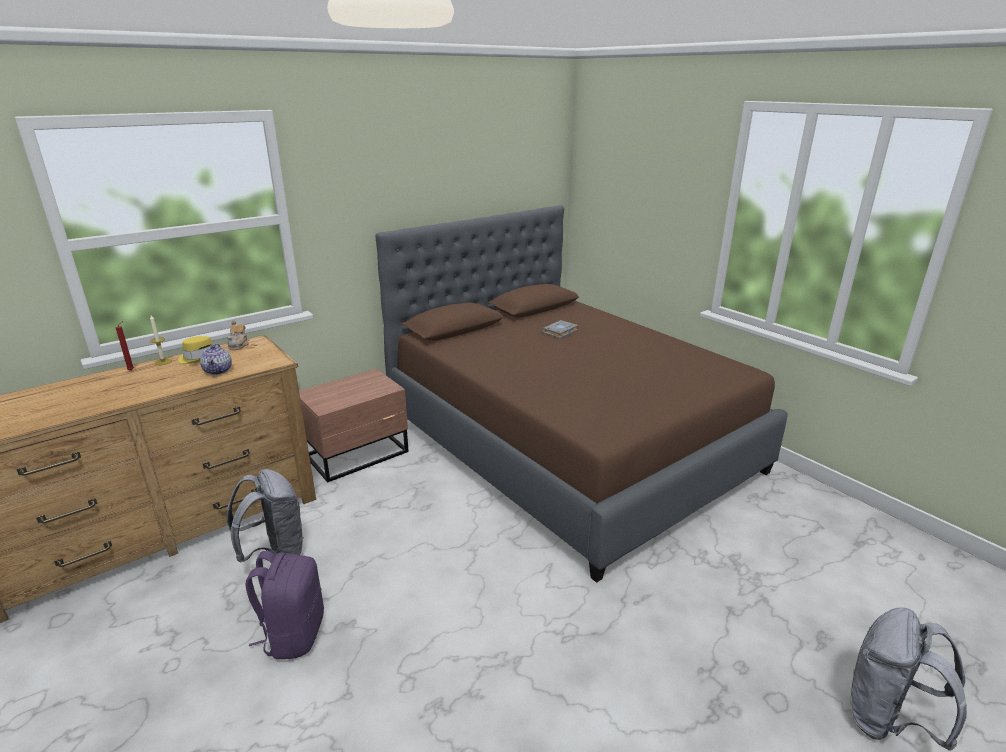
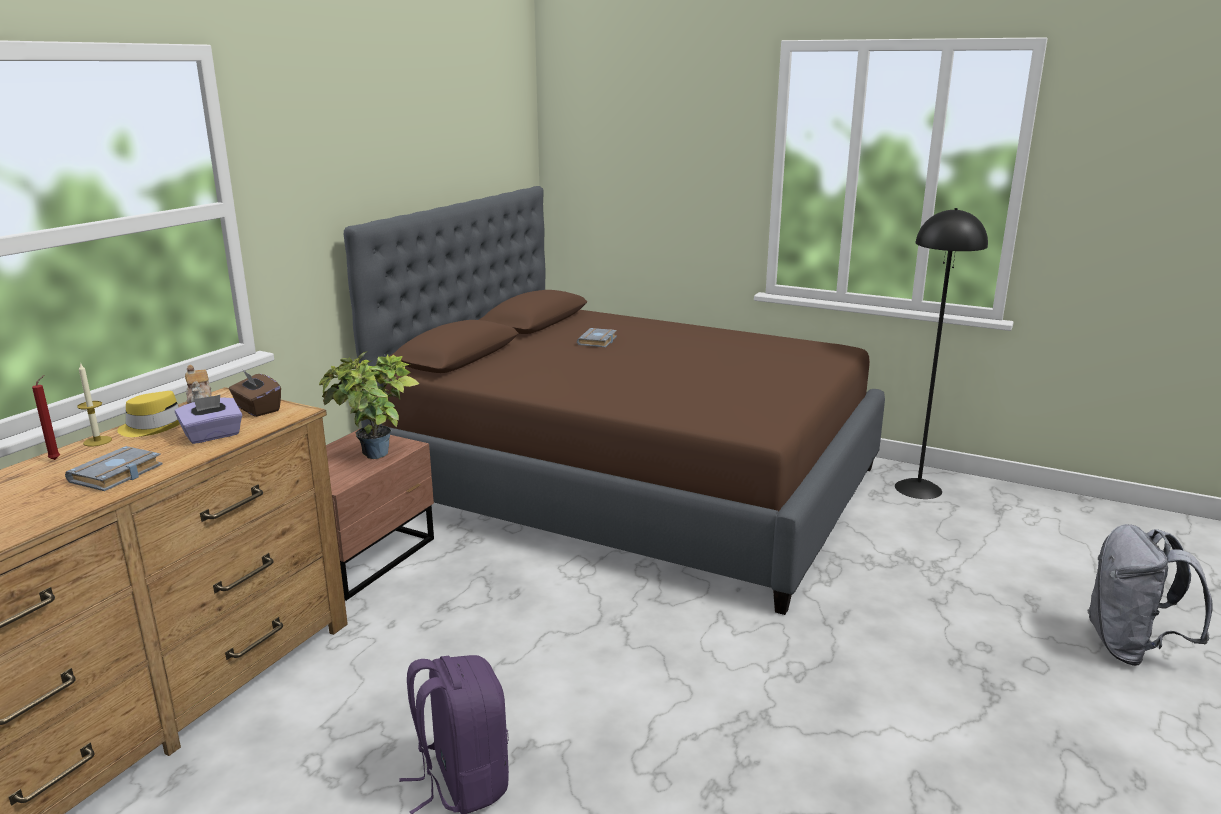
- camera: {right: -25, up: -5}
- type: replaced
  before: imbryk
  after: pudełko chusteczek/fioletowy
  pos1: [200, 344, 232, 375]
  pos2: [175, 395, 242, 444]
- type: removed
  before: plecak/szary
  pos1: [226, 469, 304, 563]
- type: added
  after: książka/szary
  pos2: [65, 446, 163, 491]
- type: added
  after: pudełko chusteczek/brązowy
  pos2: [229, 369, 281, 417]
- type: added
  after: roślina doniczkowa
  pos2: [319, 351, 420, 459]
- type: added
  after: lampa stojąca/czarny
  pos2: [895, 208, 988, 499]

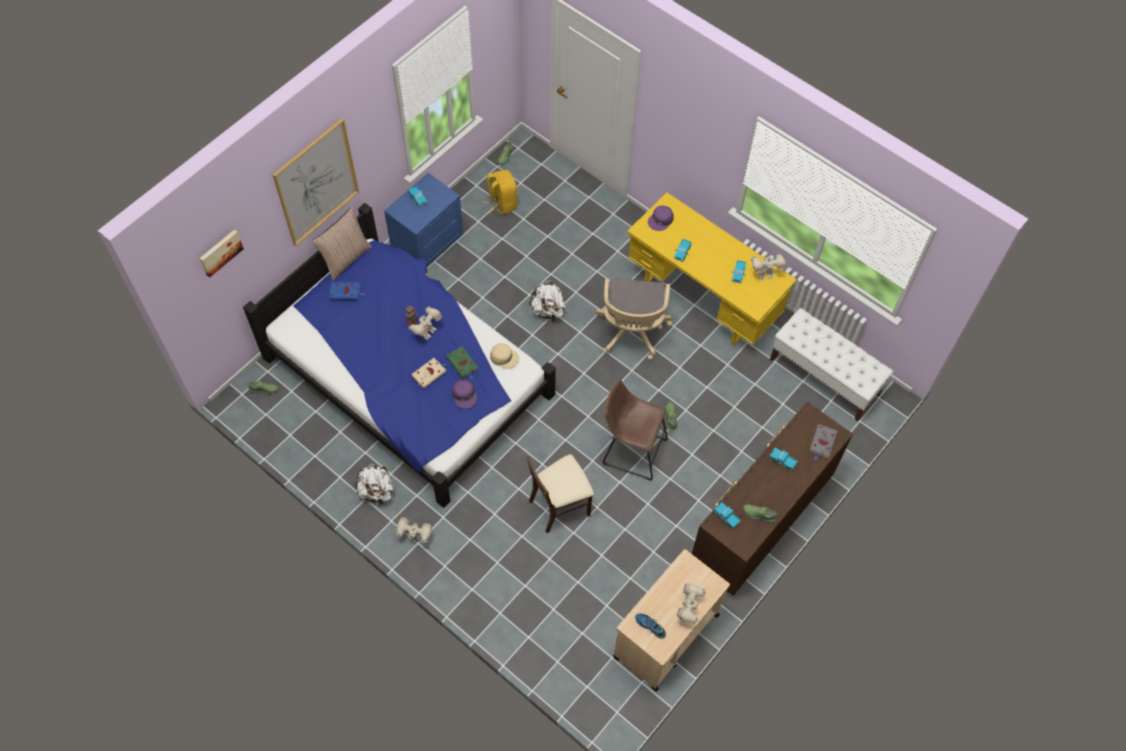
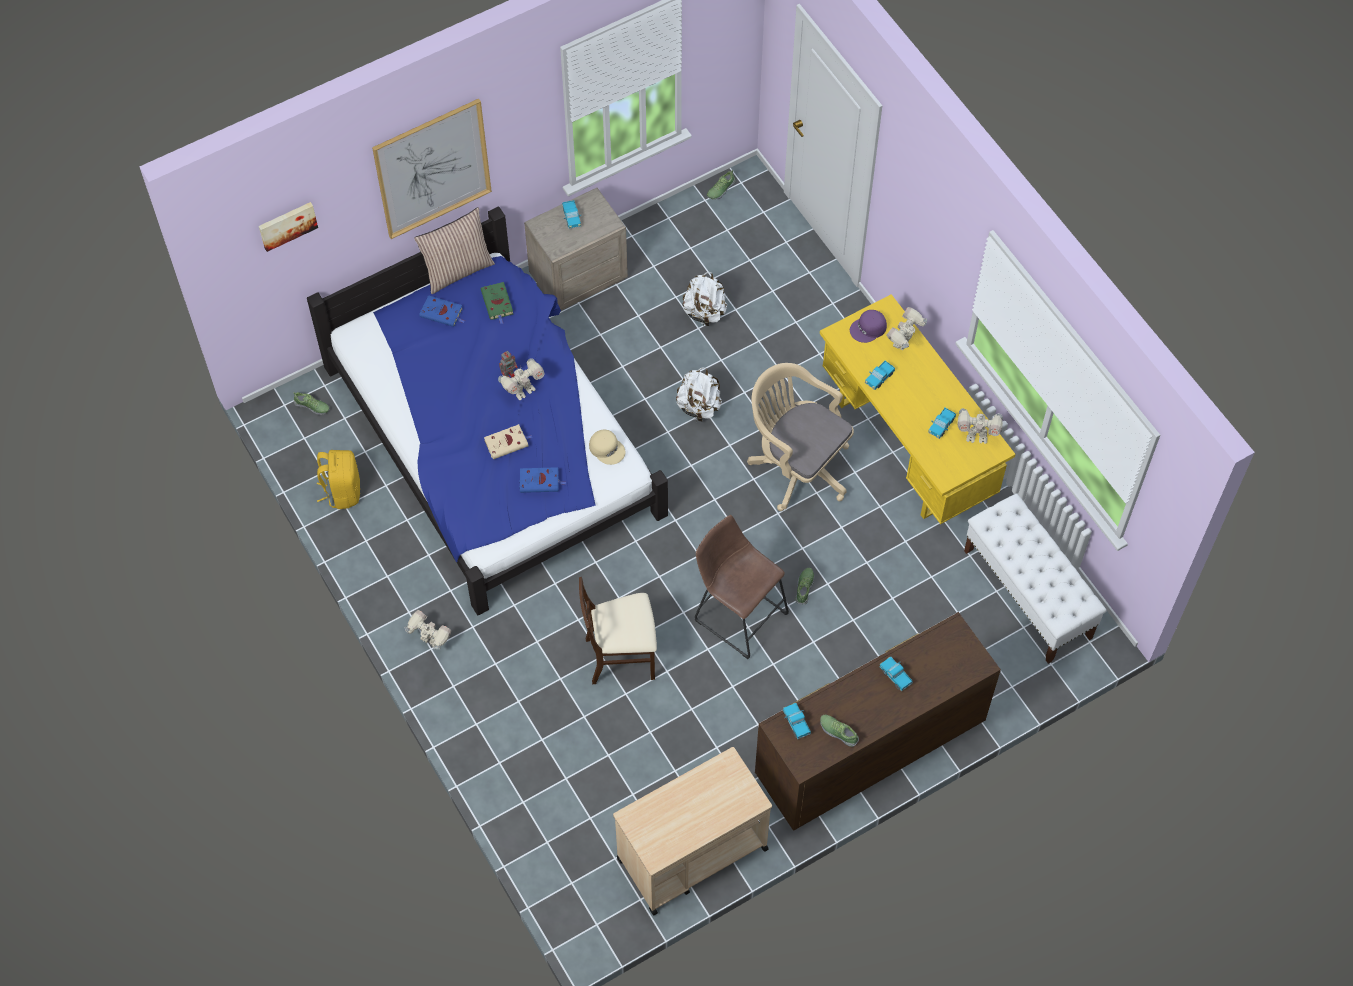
- camera: {right: 20, up: 0}
- type: moved
  before: plecak/biały
  pos1: [355, 464, 394, 504]
  pos2: [683, 272, 727, 327]
- type: recoloured
  before: szafka nocna/niebieski
  after: szafka nocna/beżowy
  pos1: [384, 173, 463, 267]
  pos2: [524, 188, 628, 310]
- type: moved
  before: książka/zielony
  pos1: [446, 347, 478, 380]
  pos2: [481, 282, 513, 324]
- type: replaced
  before: czapka z daszkiem/fioletowy
  after: książka/niebieski
  pos1: [452, 379, 477, 409]
  pos2: [519, 467, 567, 493]
- type: moved
  before: plecak/żółty
  pos1: [483, 170, 517, 214]
  pos2: [317, 450, 360, 509]
- type: turned
  before: krzesło biurowe/beżowy
  pos1: [595, 278, 672, 360]
  pos2: [747, 363, 854, 511]
  turn: 105
- type: removed
  before: but
  pos1: [635, 613, 666, 639]
- type: moved
  before: robot zabawkowy
  pos1: [677, 583, 706, 624]
  pos2: [886, 307, 927, 350]
- type: removed
  before: książka/szary
  pos1: [809, 424, 837, 461]

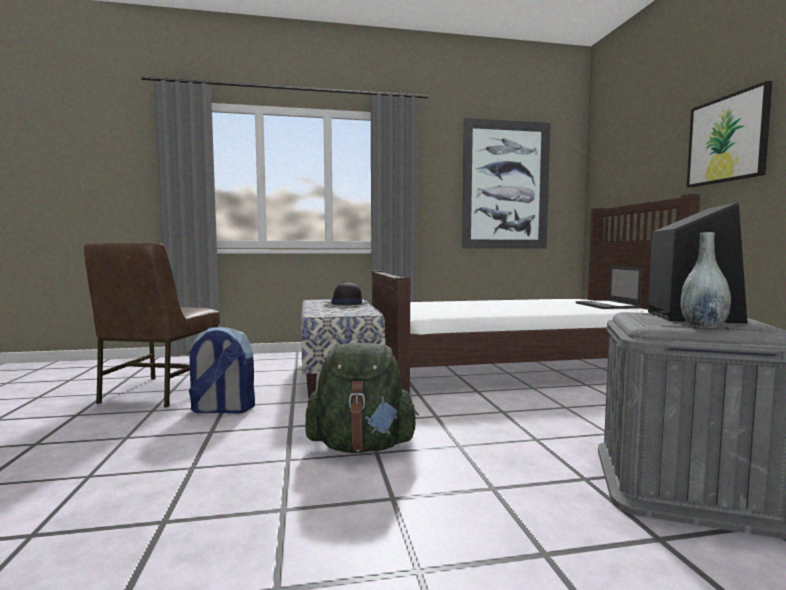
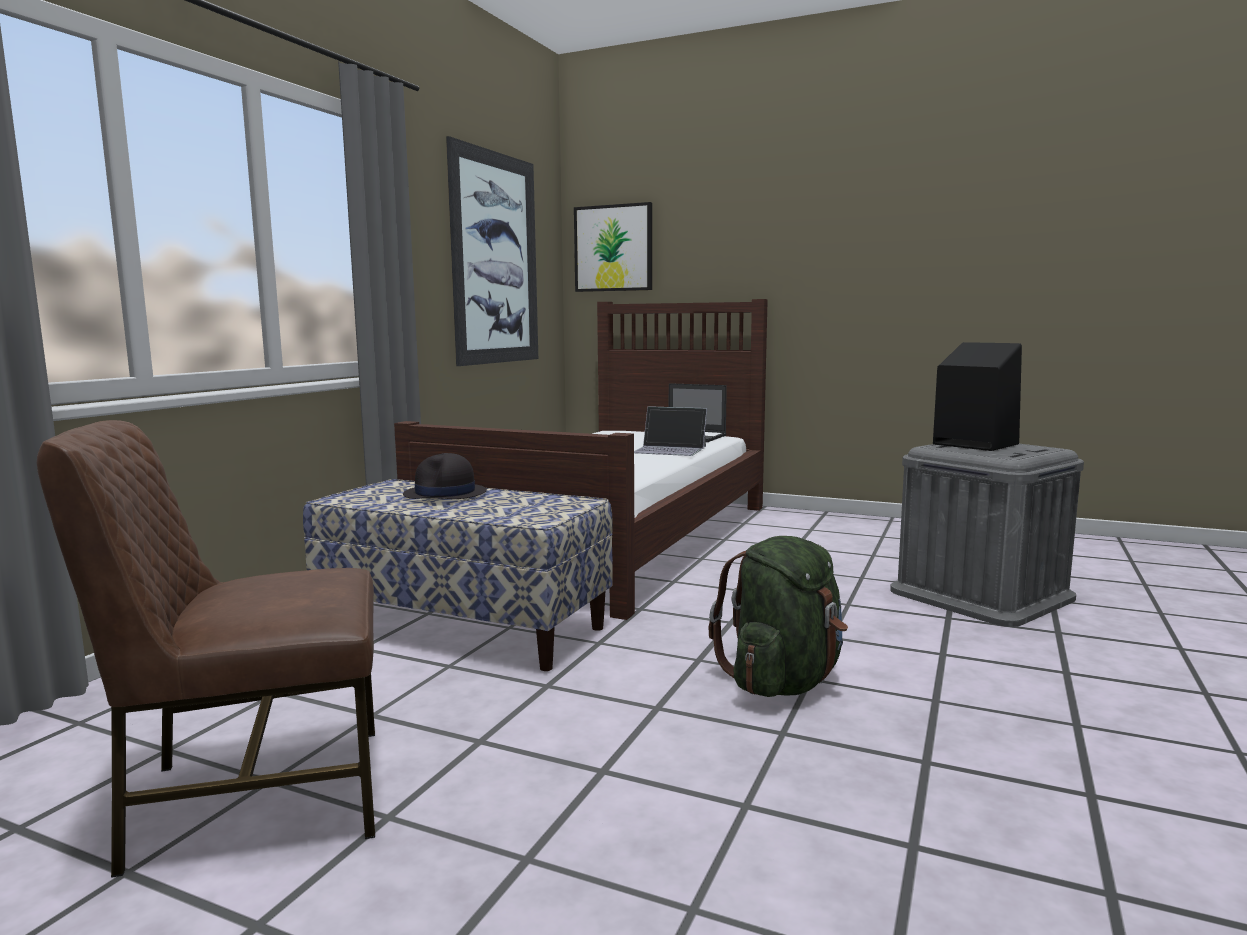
- camera: {right: -55, up: 5}
- type: turned
  before: krzesło/brązowy
  pos1: [84, 242, 220, 408]
  pos2: [37, 420, 375, 878]
  turn: 120
- type: removed
  before: plecak
  pos1: [188, 327, 255, 414]
- type: removed
  before: wazon/szary
  pos1: [681, 232, 731, 328]
- type: moved
  before: obraz
  pos1: [687, 81, 772, 187]
  pos2: [574, 202, 652, 292]
- type: added
  after: laptop
  pos2: [634, 407, 707, 456]

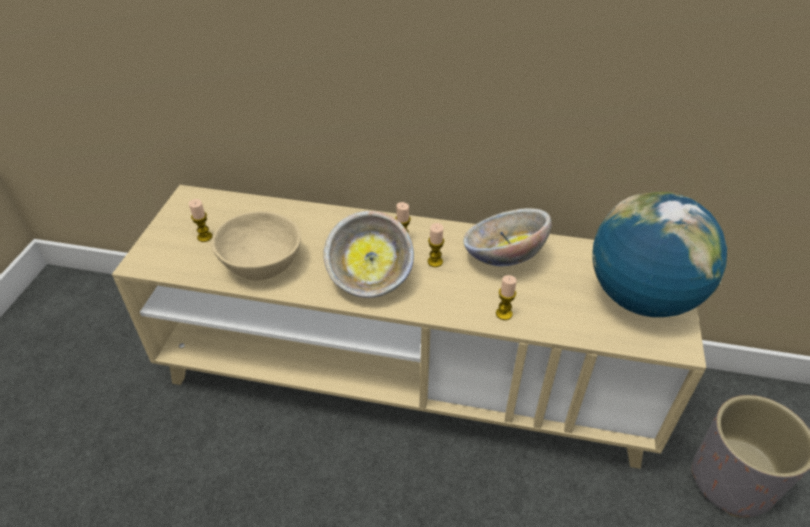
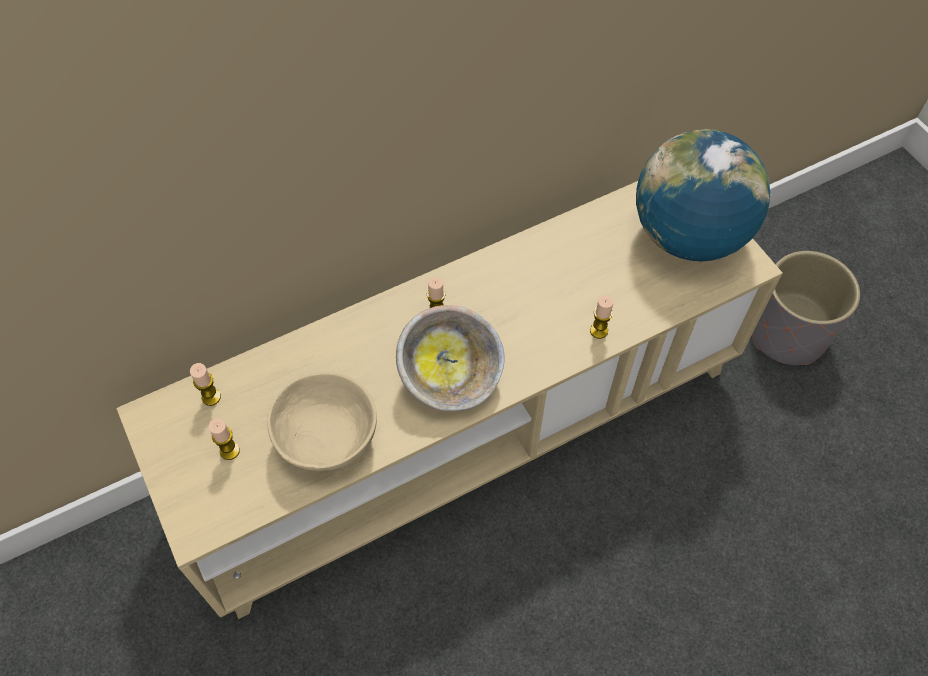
- camera: {right: -40, up: 15}
- type: moved
  before: świeca
  pos1: [428, 223, 444, 267]
  pos2: [190, 363, 221, 406]
- type: removed
  before: miska
  pos1: [464, 208, 552, 266]

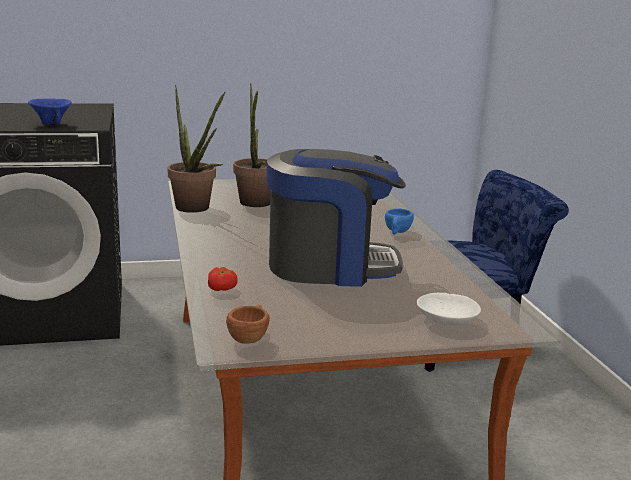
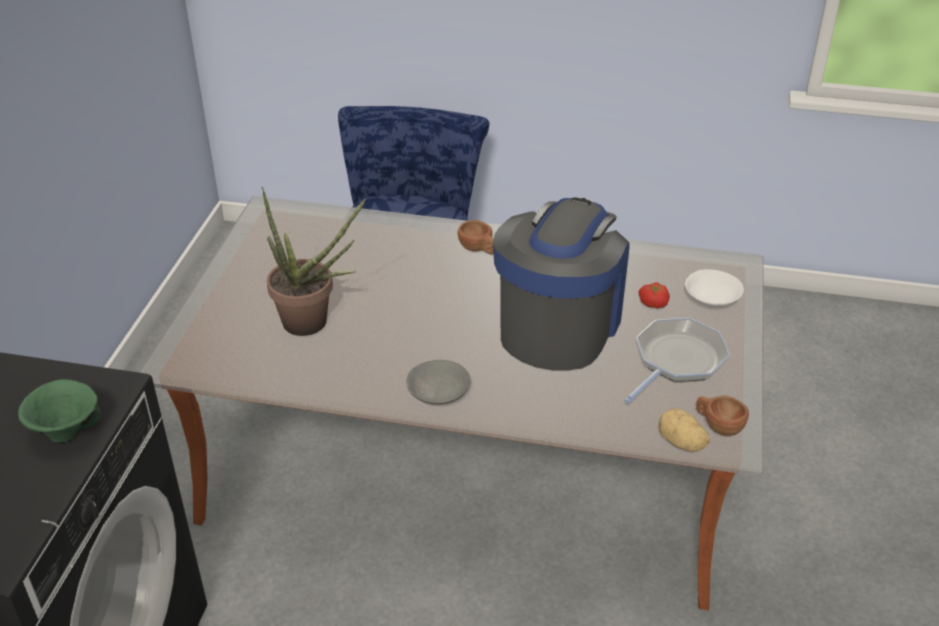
- camera: {right: -65, up: 20}
- type: recoloured
  before: miska/niebieski
  after: miska/zielony
  pos1: [28, 98, 72, 125]
  pos2: [18, 379, 101, 443]
- type: removed
  before: roślina doniczkowa
  pos1: [168, 85, 225, 213]
- type: moved
  before: pomidor
  pos1: [208, 267, 238, 291]
  pos2: [639, 282, 670, 308]
- type: recoloured
  before: filiżanka/niebieski
  after: filiżanka/brązowy
  pos1: [385, 208, 414, 235]
  pos2: [457, 220, 494, 255]
- type: added
  after: miska/szary
  pos2: [406, 360, 470, 405]
- type: added
  after: patelnia
  pos2: [624, 318, 730, 404]
- type: added
  after: ziemniak
  pos2: [659, 408, 710, 452]

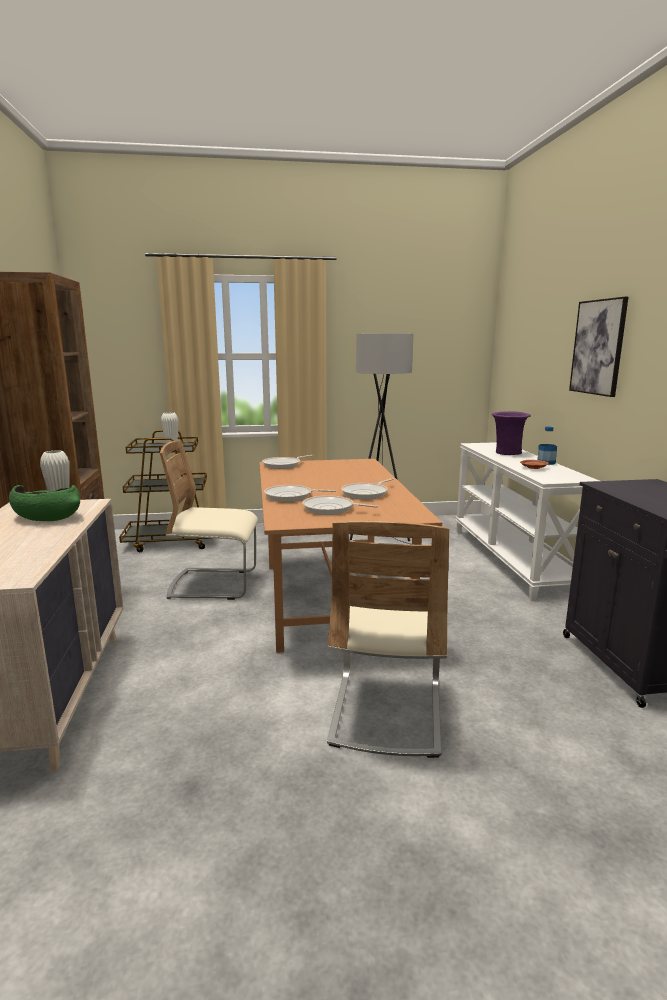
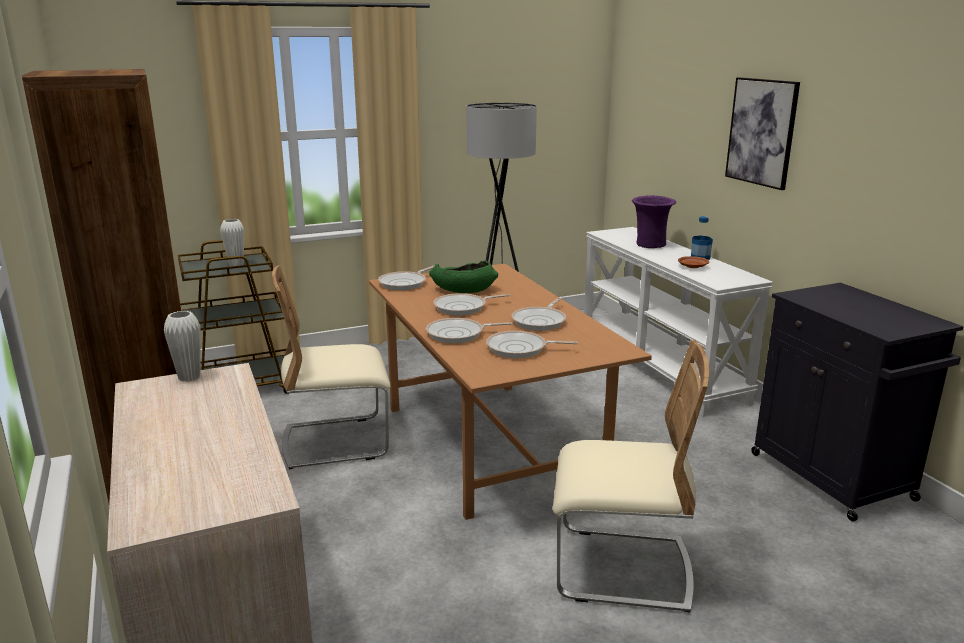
- camera: {right: -15, up: 5}
- type: moved
  before: miska/zielony
  pos1: [9, 485, 80, 521]
  pos2: [429, 261, 498, 293]
- type: turned
  before: krzesło/beżowy
  pos1: [327, 521, 449, 758]
  pos2: [553, 340, 709, 613]
  turn: -75
- type: added
  after: patelnia
  pos2: [433, 293, 510, 315]

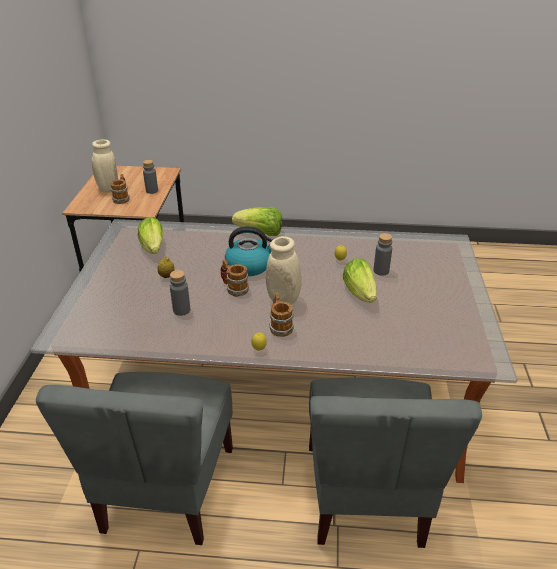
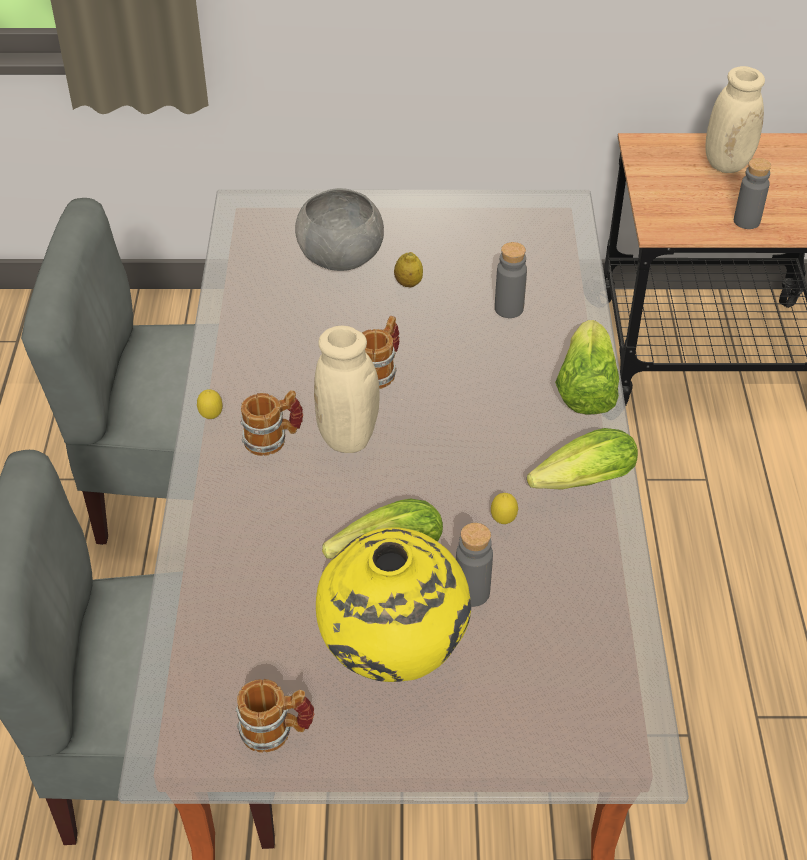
- camera: {right: 85, up: 10}
- type: moved
  before: kubek
  pos1: [111, 174, 130, 204]
  pos2: [235, 679, 314, 753]
- type: moved
  before: sałata
  pos1: [138, 217, 163, 254]
  pos2: [527, 428, 638, 490]
- type: moved
  before: butelka/szary
  pos1: [170, 270, 190, 316]
  pos2: [495, 242, 527, 318]
- type: removed
  before: czajnik
  pos1: [225, 226, 273, 276]
- type: added
  after: miska/szary
  pos2: [295, 188, 384, 271]
- type: added
  after: wazon/żółty
  pos2: [316, 527, 471, 682]

